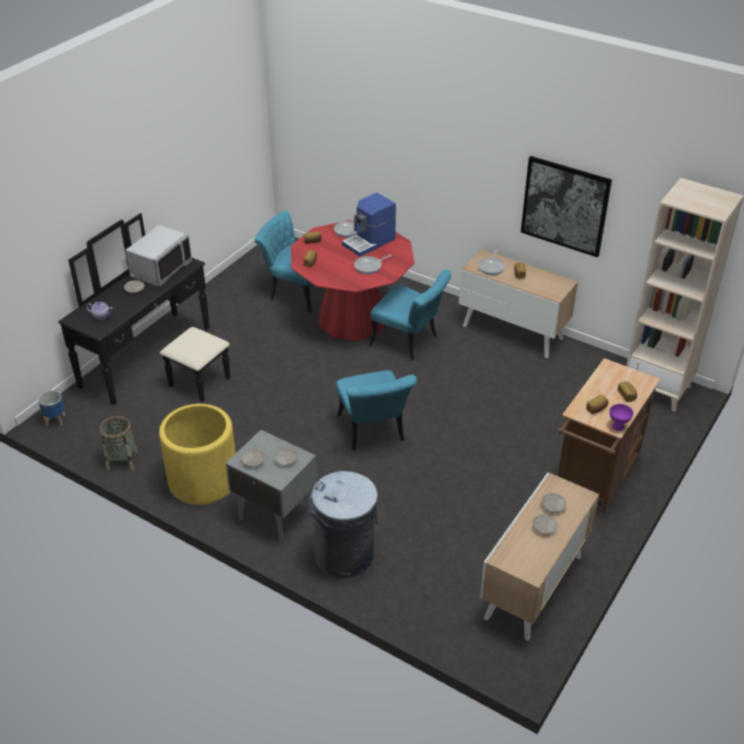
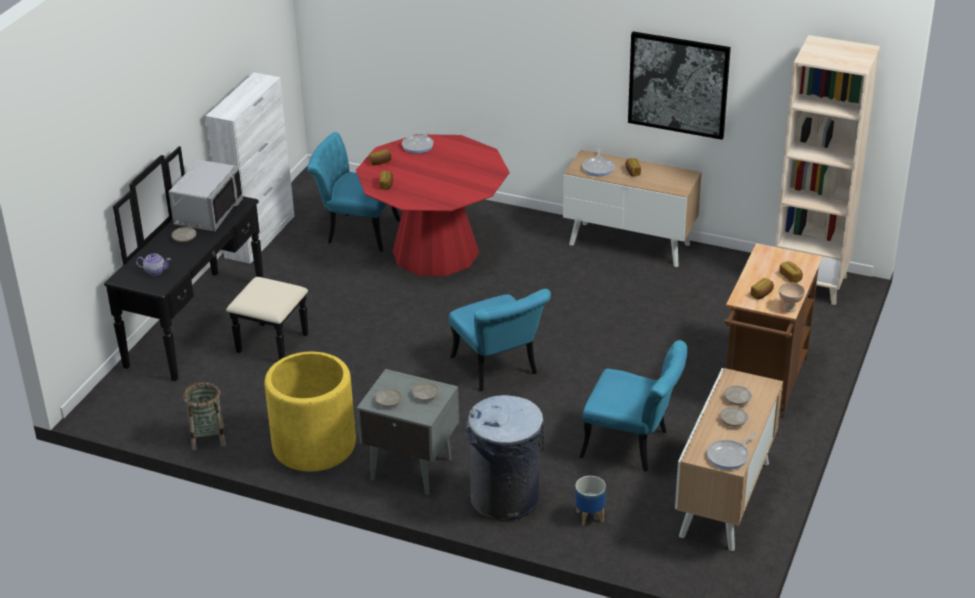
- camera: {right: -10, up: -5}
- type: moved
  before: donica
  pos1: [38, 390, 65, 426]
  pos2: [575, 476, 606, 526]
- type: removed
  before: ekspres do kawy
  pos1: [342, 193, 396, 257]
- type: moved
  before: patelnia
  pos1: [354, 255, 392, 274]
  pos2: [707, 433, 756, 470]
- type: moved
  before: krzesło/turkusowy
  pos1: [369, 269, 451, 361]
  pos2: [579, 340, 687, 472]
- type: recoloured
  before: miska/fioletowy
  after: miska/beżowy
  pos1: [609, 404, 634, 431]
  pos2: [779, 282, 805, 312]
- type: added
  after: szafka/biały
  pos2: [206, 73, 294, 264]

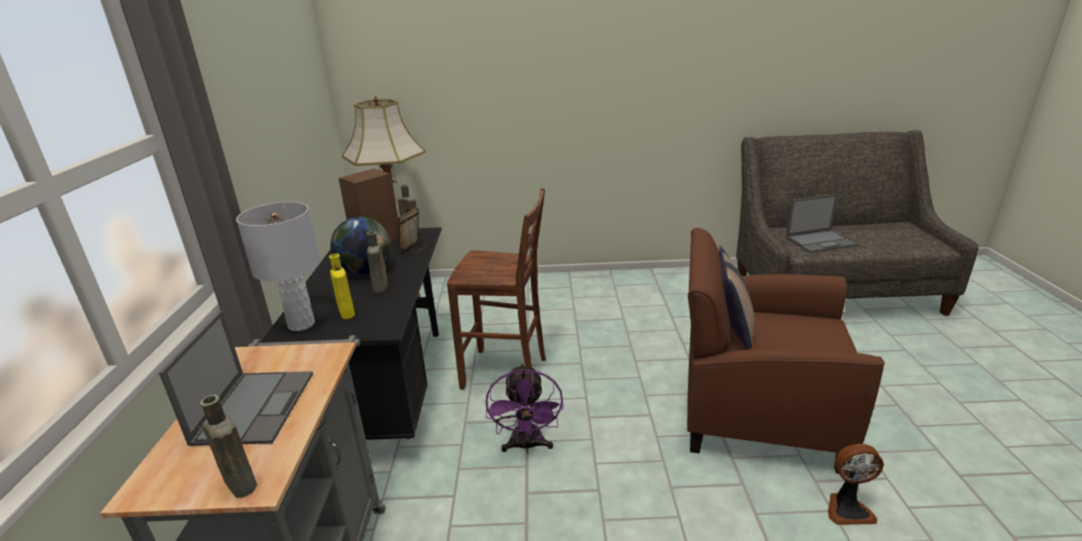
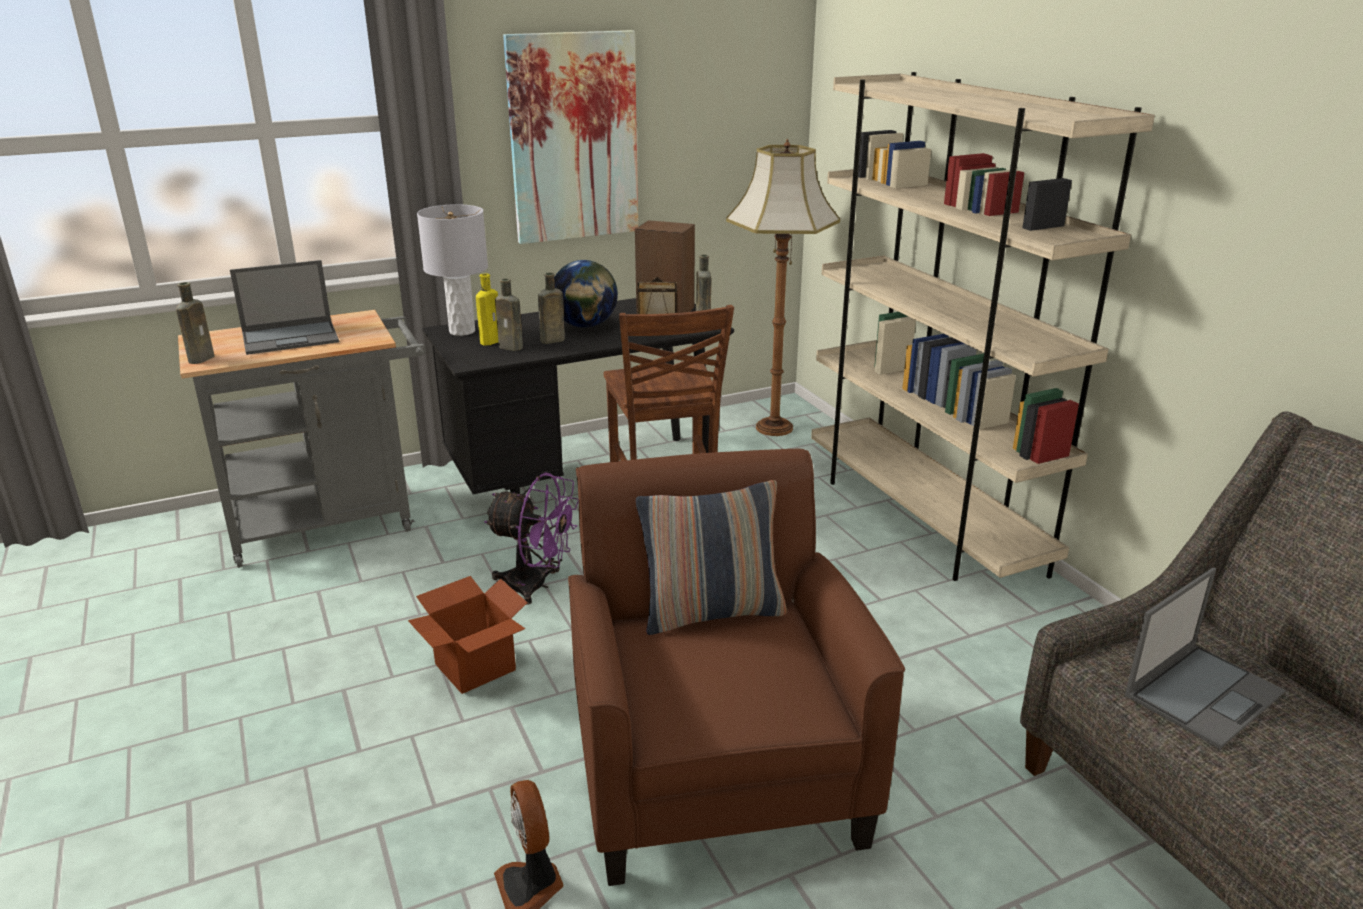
- camera: {right: 65, up: 0}
- type: turned
  before: wentylator/fioletowy
  pos1: [486, 363, 564, 453]
  pos2: [484, 472, 579, 605]
  turn: -135
- type: turned
  before: laptop
  pos1: [785, 194, 857, 253]
  pos2: [1125, 567, 1286, 749]
  turn: -90
- type: added
  after: karton
  pos2: [408, 576, 528, 694]
- type: added
  after: butelka/brązowy
  pos2: [495, 278, 523, 351]
- type: added
  after: obraz
  pos2: [503, 30, 638, 244]
- type: added
  after: regał/beżowy
  pos2: [811, 72, 1155, 581]

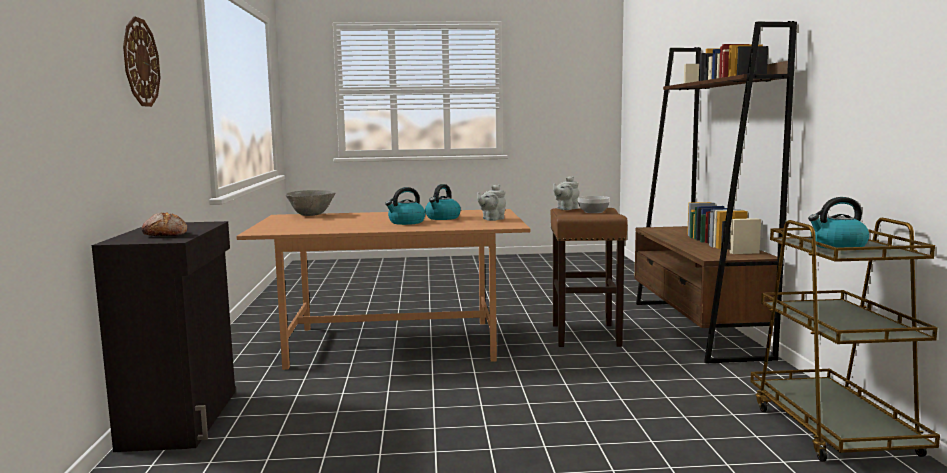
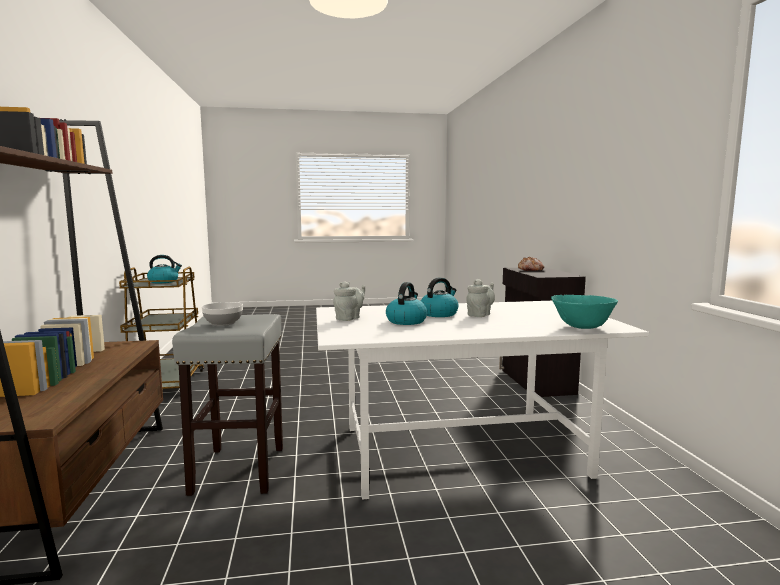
- camera: {right: 175, up: 0}
- type: removed
  before: zegar ścienny
  pos1: [123, 16, 160, 107]
- type: recoloured
  before: stół jadalny/brązowy
  after: stół jadalny/biały
  pos1: [236, 209, 530, 370]
  pos2: [316, 301, 649, 500]
- type: recoloured
  before: miska/szary
  after: miska/turkusowy
  pos1: [286, 190, 335, 216]
  pos2: [551, 295, 618, 329]
- type: recoloured
  before: stołek/brązowy
  after: stołek/szary
  pos1: [551, 208, 628, 347]
  pos2: [172, 314, 283, 496]
- type: moved
  before: imbryk/szary
  pos1: [553, 176, 579, 210]
  pos2: [466, 279, 495, 317]

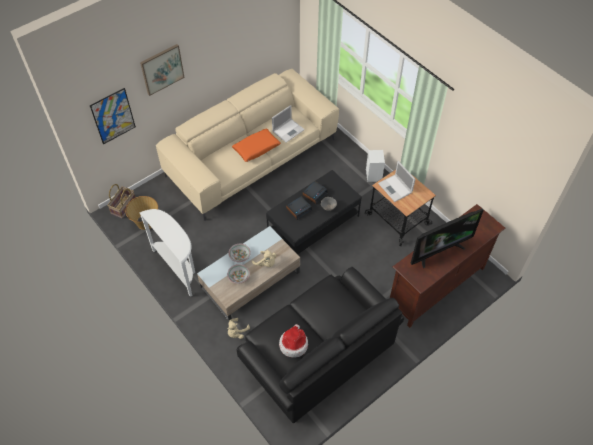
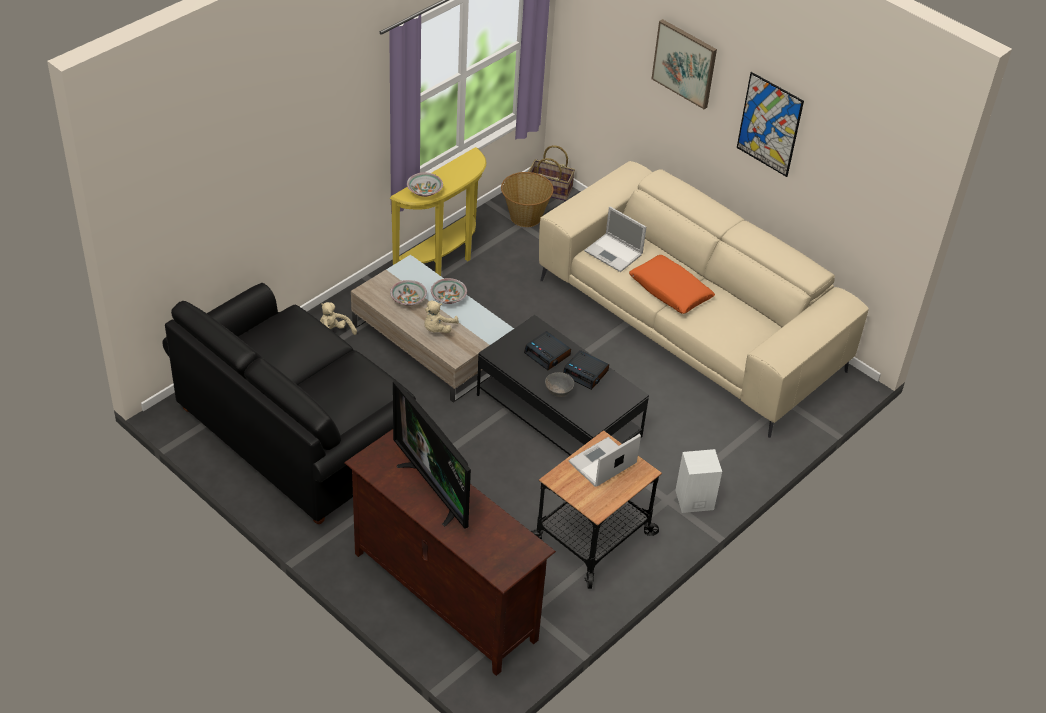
- camera: {right: 80, up: -10}
- type: moved
  before: obraz
  pos1: [90, 88, 136, 145]
  pos2: [737, 72, 804, 177]
- type: recoloured
  before: stolik konsolowy/biały
  after: stolik konsolowy/żółty
  pos1: [140, 209, 195, 297]
  pos2: [390, 147, 486, 276]
- type: moved
  before: laptop
  pos1: [272, 105, 305, 143]
  pos2: [584, 207, 646, 272]
- type: removed
  before: kapelusz
  pos1: [279, 324, 308, 358]
- type: added
  after: miska
  pos2: [407, 172, 443, 197]

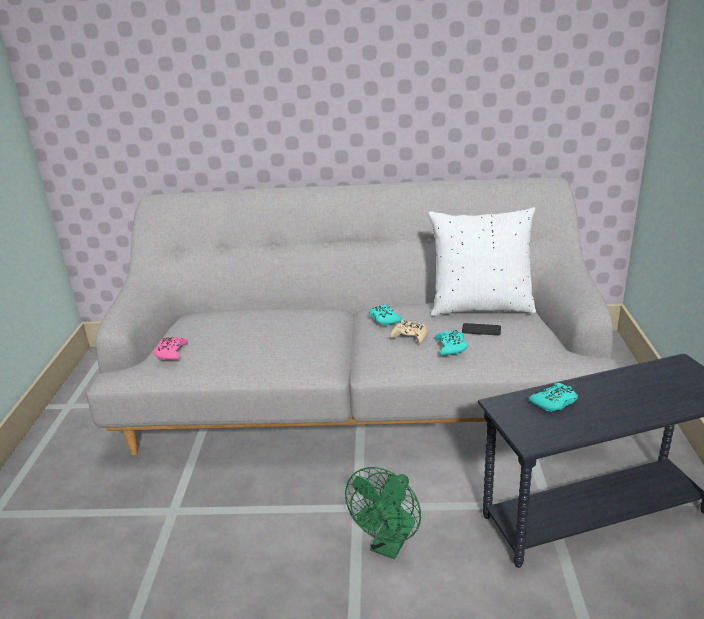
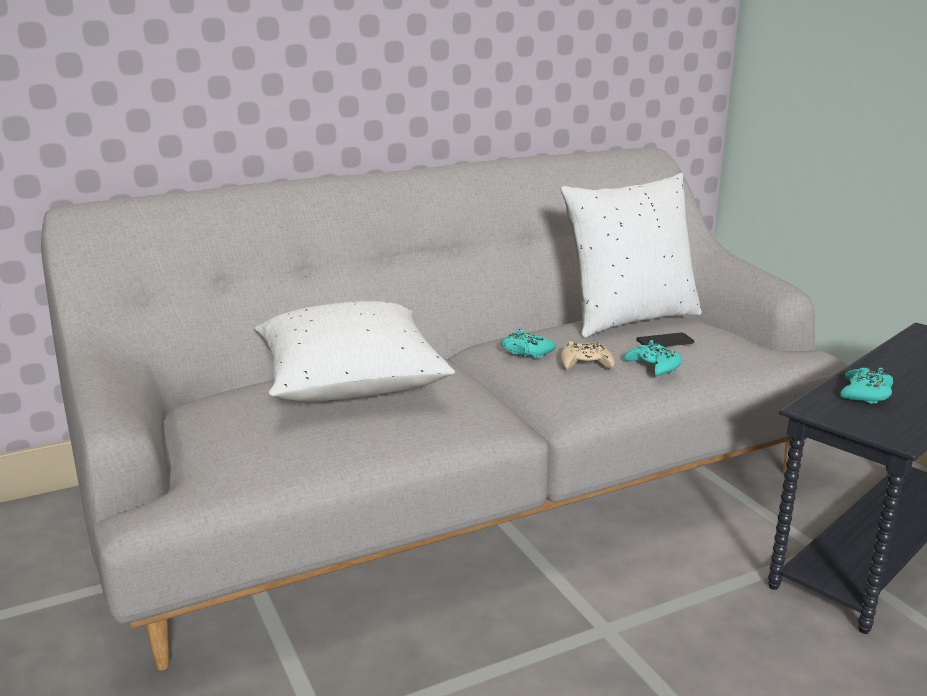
- camera: {right: -30, up: -5}
- type: removed
  before: pad do gier/różowy
  pos1: [154, 337, 188, 360]
- type: removed
  before: wentylator/zielony
  pos1: [345, 467, 421, 559]
- type: added
  after: poduszka/biały
  pos2: [254, 301, 455, 402]

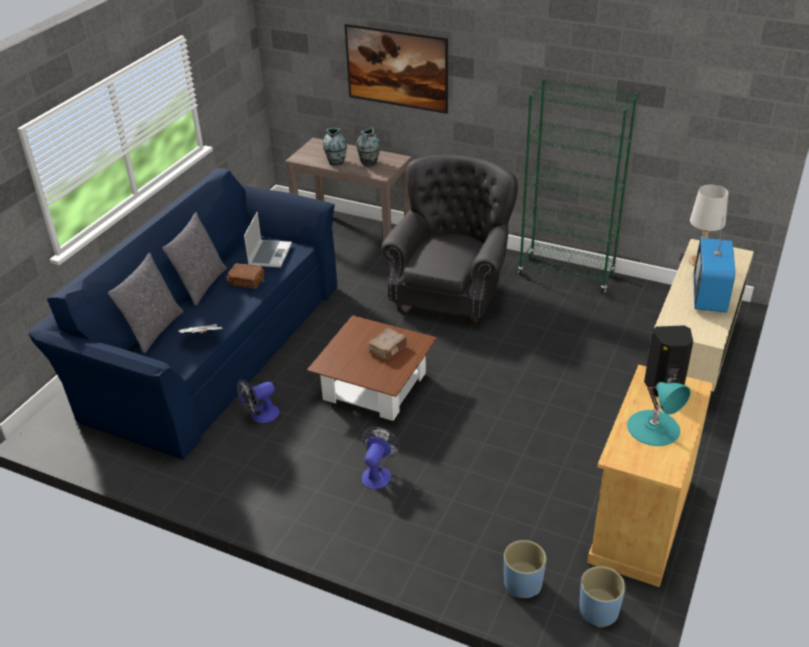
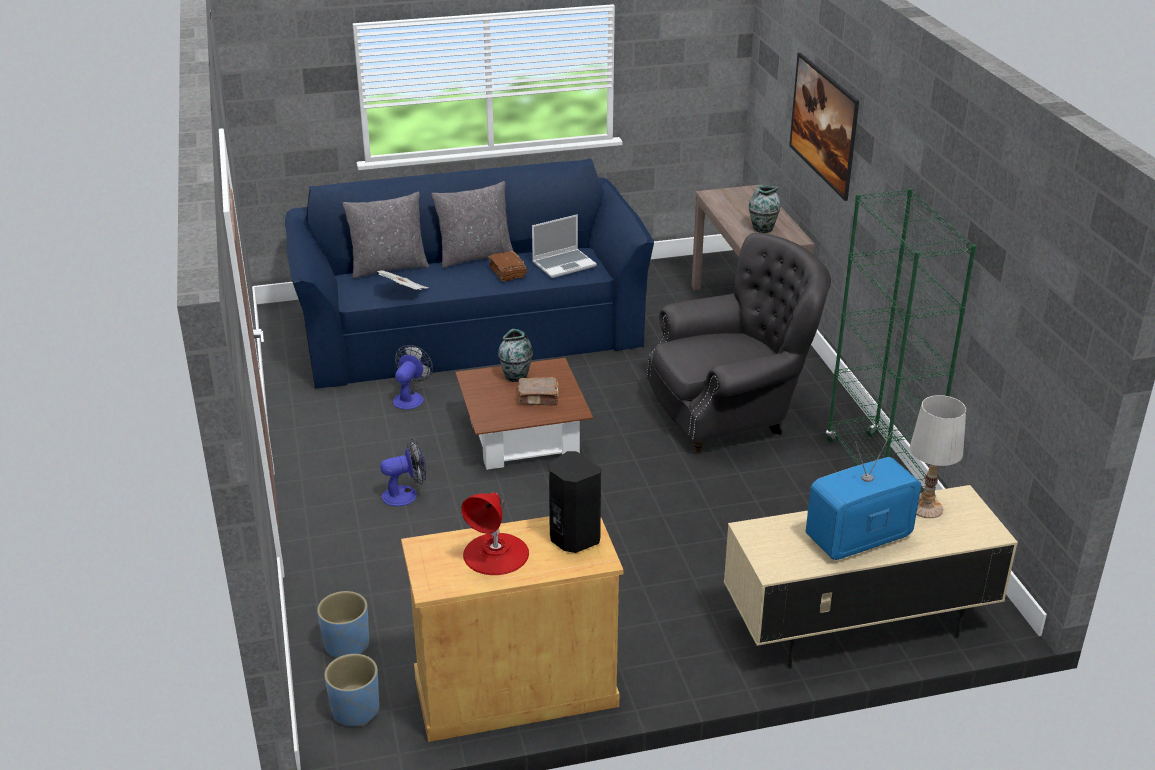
- camera: {right: 50, up: -5}
- type: turned
  before: wentylator
  pos1: [237, 379, 279, 423]
  pos2: [393, 345, 433, 410]
  turn: 90
- type: moved
  before: wazon
  pos1: [323, 128, 347, 166]
  pos2: [498, 329, 533, 382]
- type: recoloured
  before: lampa stołowa/turkusowy
  after: lampa stołowa/czerwony
  pos1: [627, 382, 690, 446]
  pos2: [461, 492, 529, 575]

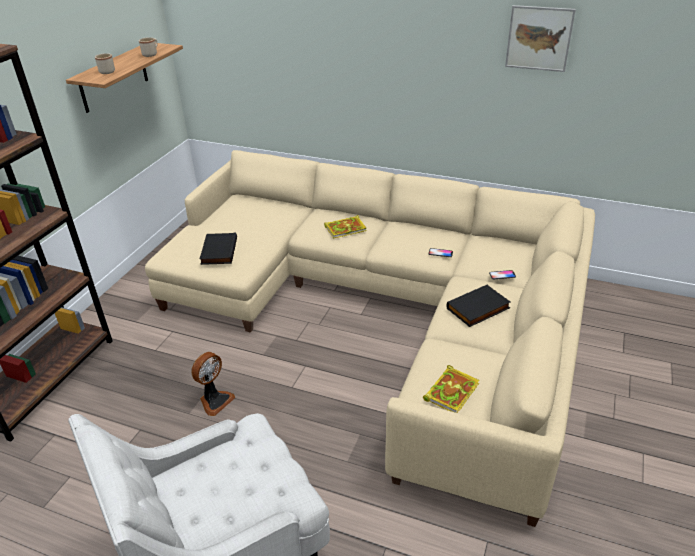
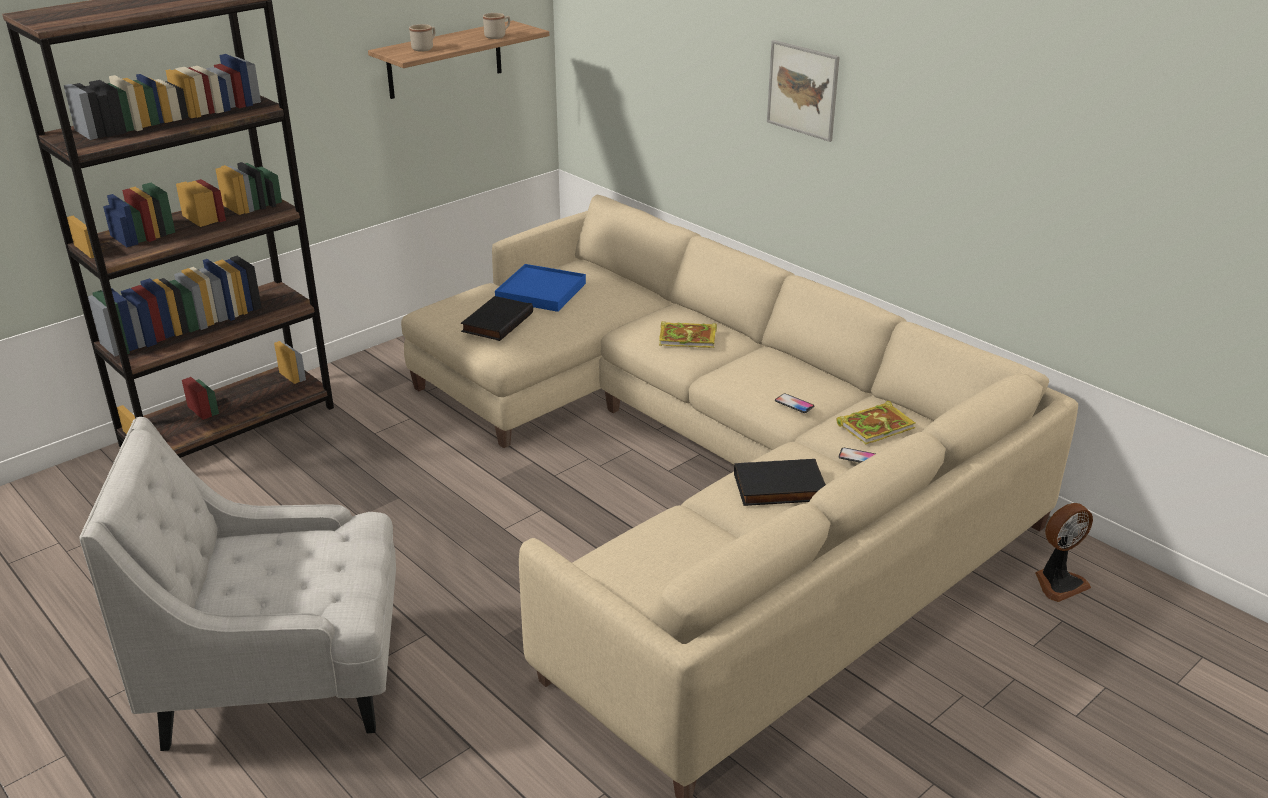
- camera: {right: 25, up: -5}
- type: moved
  before: wentylator
  pos1: [191, 352, 235, 416]
  pos2: [1035, 503, 1093, 602]
- type: moved
  before: książka
  pos1: [423, 365, 480, 413]
  pos2: [836, 401, 916, 445]
- type: moved
  before: obraz
  pos1: [505, 5, 576, 72]
  pos2: [767, 40, 840, 142]
- type: added
  after: taca/niebieski
  pos2: [495, 264, 586, 312]

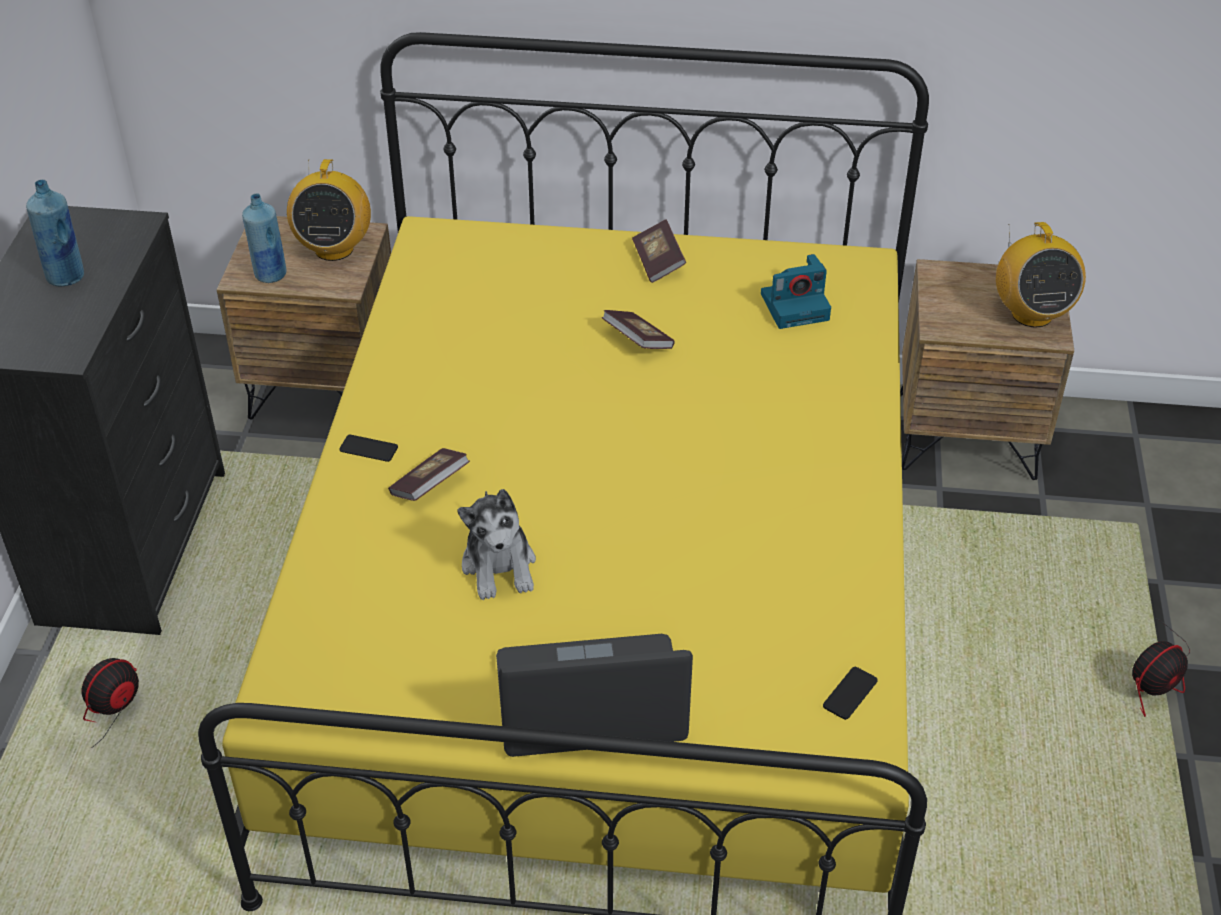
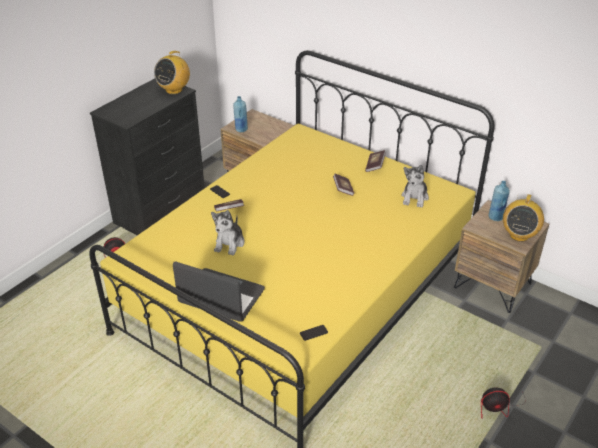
- camera: {right: 30, up: -5}
- type: moved
  before: butelka/niebieski
  pos1: [26, 180, 84, 287]
  pos2: [489, 181, 510, 221]
- type: moved
  before: radio
  pos1: [287, 159, 371, 261]
  pos2: [154, 51, 190, 94]
- type: replaced
  before: aparat fotograficzny
  after: pluszak
  pos1: [761, 254, 831, 329]
  pos2: [401, 165, 429, 208]

